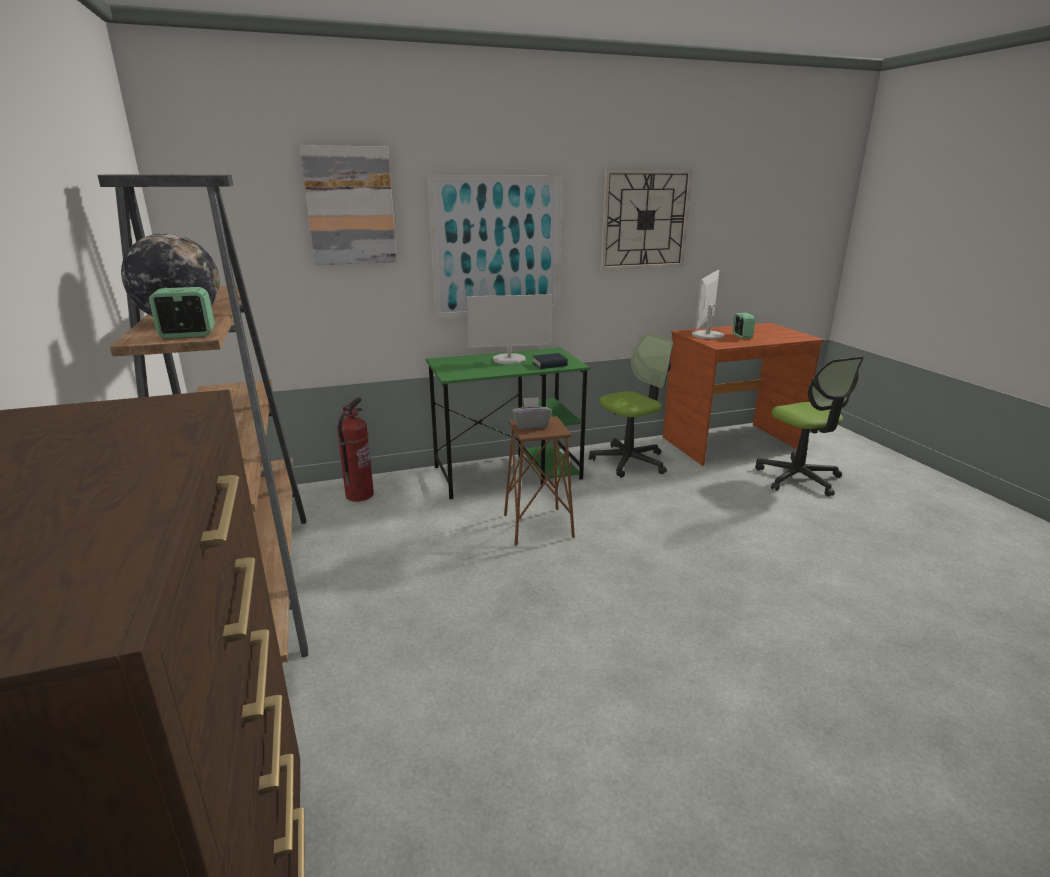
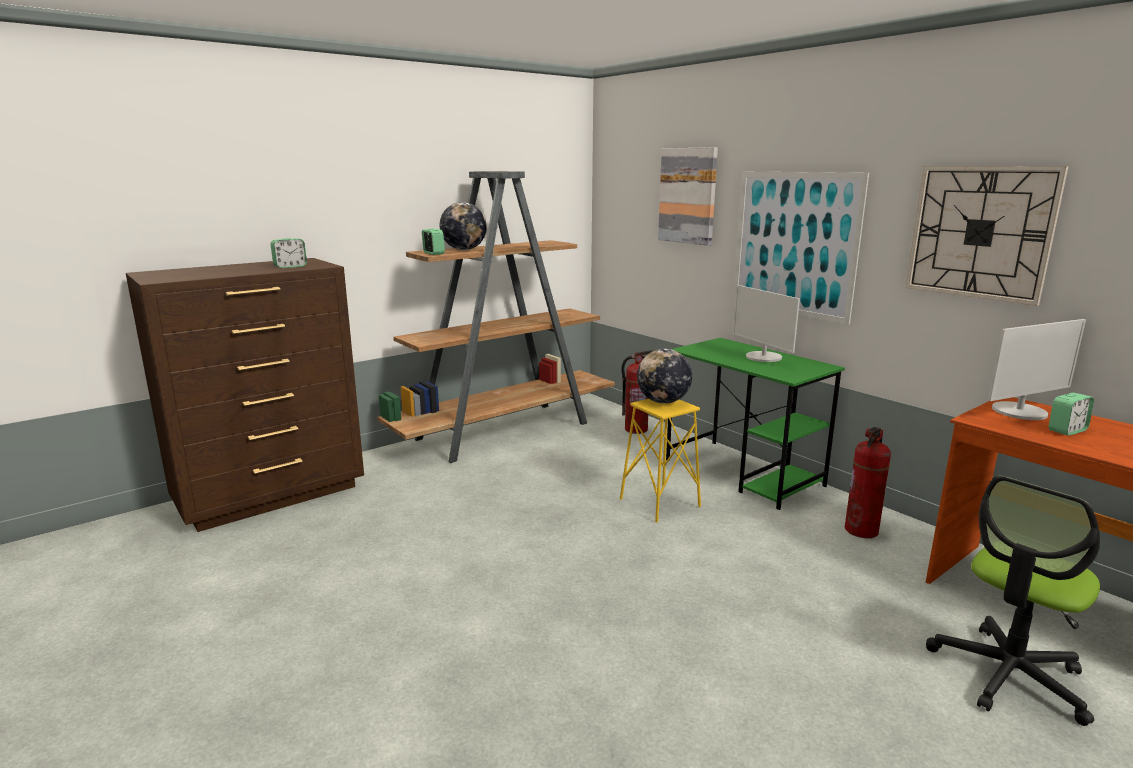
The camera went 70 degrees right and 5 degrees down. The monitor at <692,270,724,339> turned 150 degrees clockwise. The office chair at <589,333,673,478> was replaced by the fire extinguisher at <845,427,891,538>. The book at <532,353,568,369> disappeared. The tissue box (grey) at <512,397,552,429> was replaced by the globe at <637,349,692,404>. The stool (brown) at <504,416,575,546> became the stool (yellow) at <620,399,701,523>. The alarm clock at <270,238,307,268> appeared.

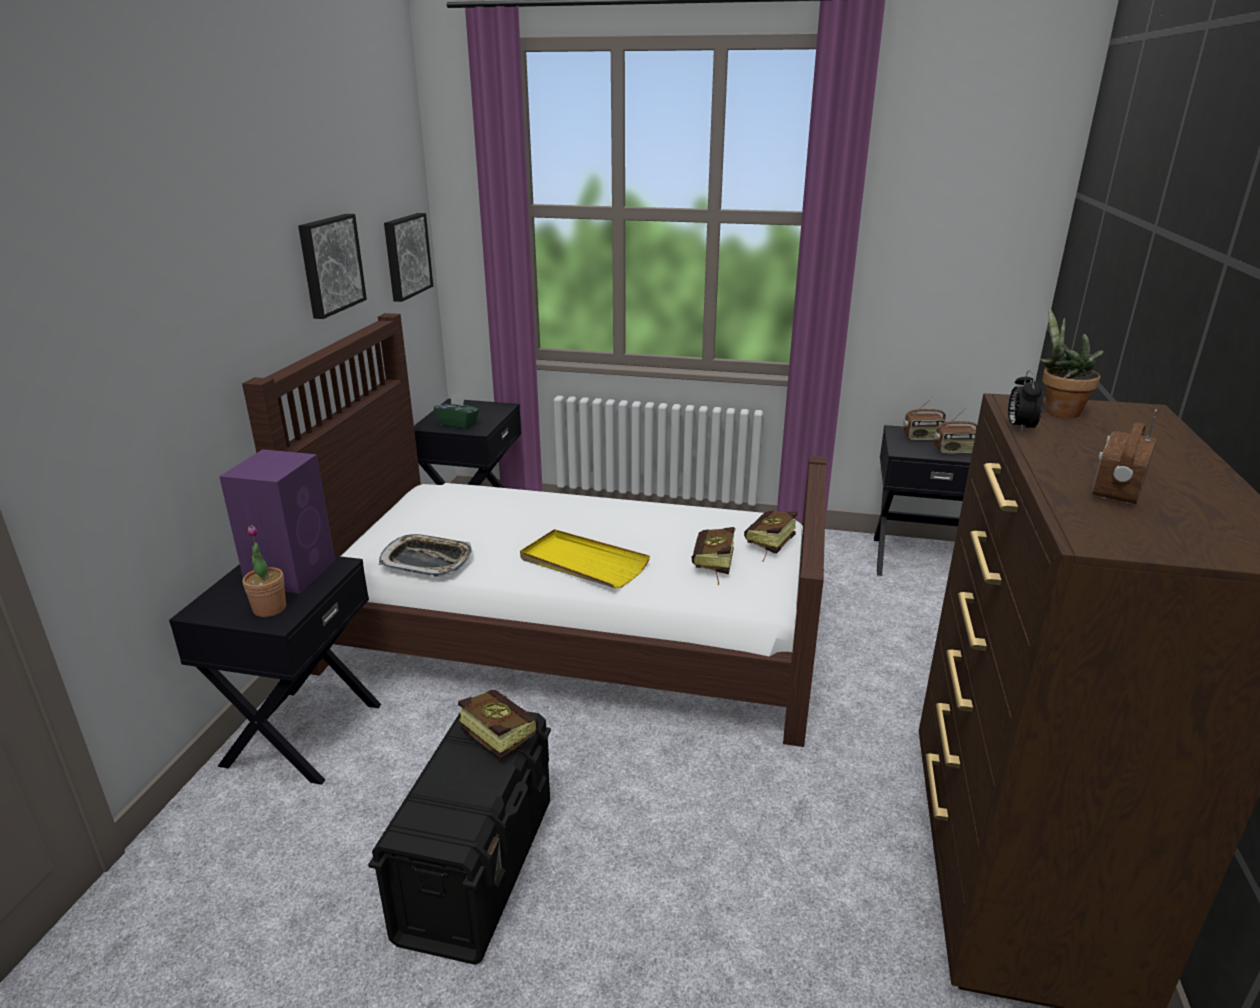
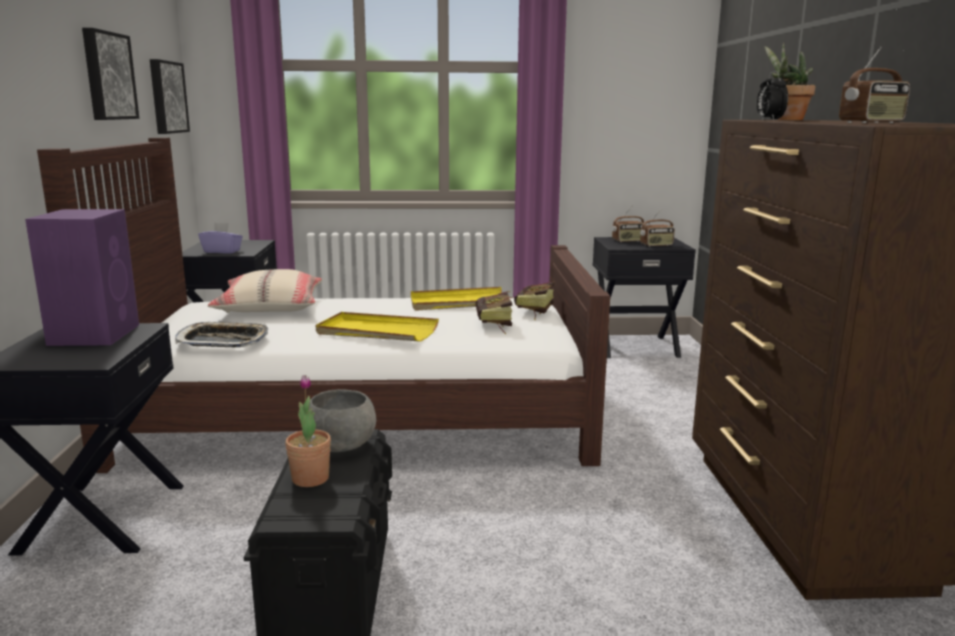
The camera went 15 degrees left and 10 degrees down. The tissue box (green) at <434,394,479,429> became the tissue box (purple) at <198,223,243,254>. The radio at <1092,410,1157,504> turned 135 degrees counterclockwise. The potted plant moved from <242,525,286,617> to <285,375,331,487>. The book at <458,690,538,761> was replaced by the bowl (grey) at <309,389,377,452>. The pillow (beige) at <208,269,322,313> appeared. The tray (yellow) at <411,287,503,311> appeared.

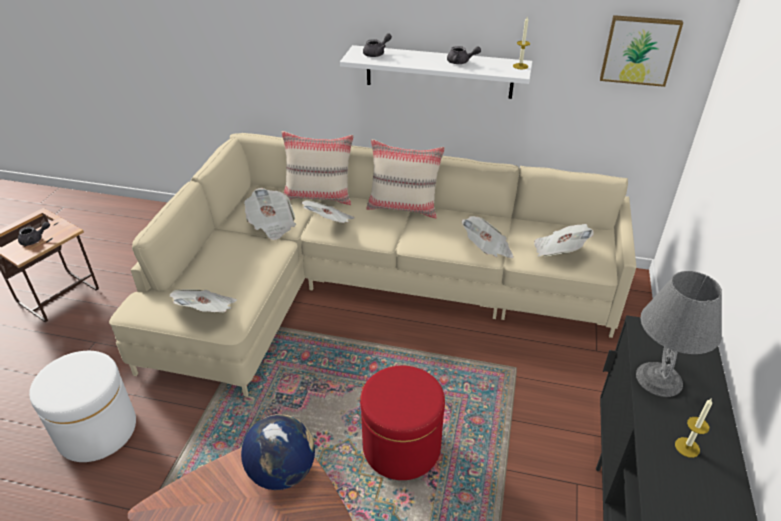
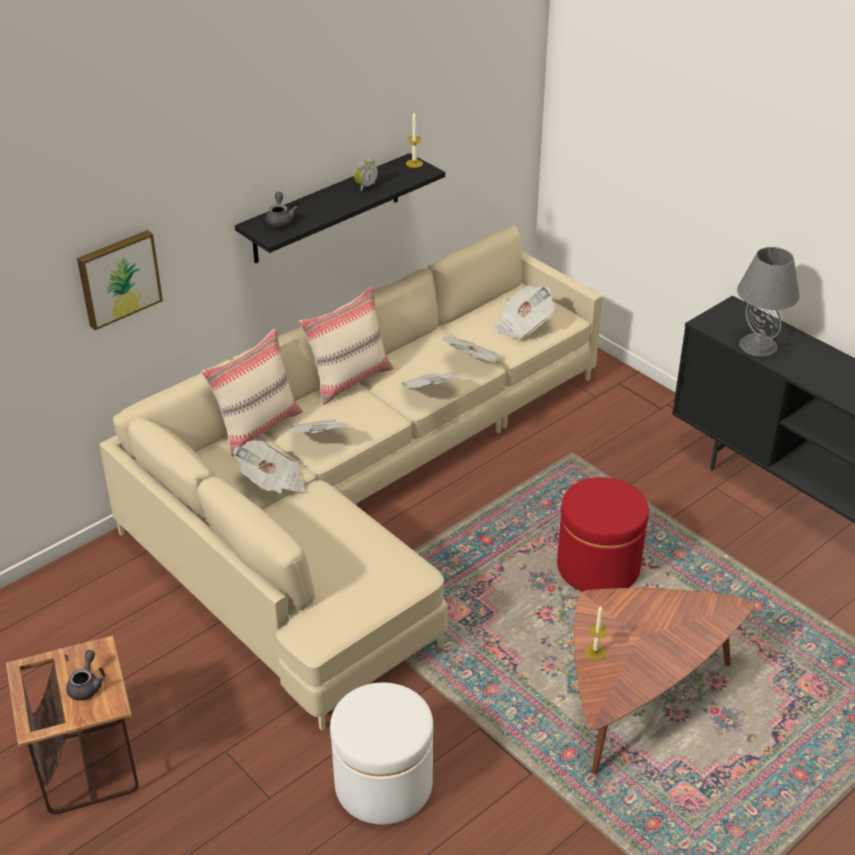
The camera went 55 degrees left and 0 degrees up. The picture moved from <600,15,683,87> to <77,230,163,330>. The shelf (white) at <340,45,533,99> became the shelf (black) at <235,153,445,263>. The teapot (grey) at <447,46,481,64> was replaced by the alarm clock at <354,156,378,192>. The newspaper moved from <169,289,237,312> to <401,372,460,388>. The candle moved from <675,398,712,458> to <585,606,607,661>. The globe at <241,414,315,490> disappeared.

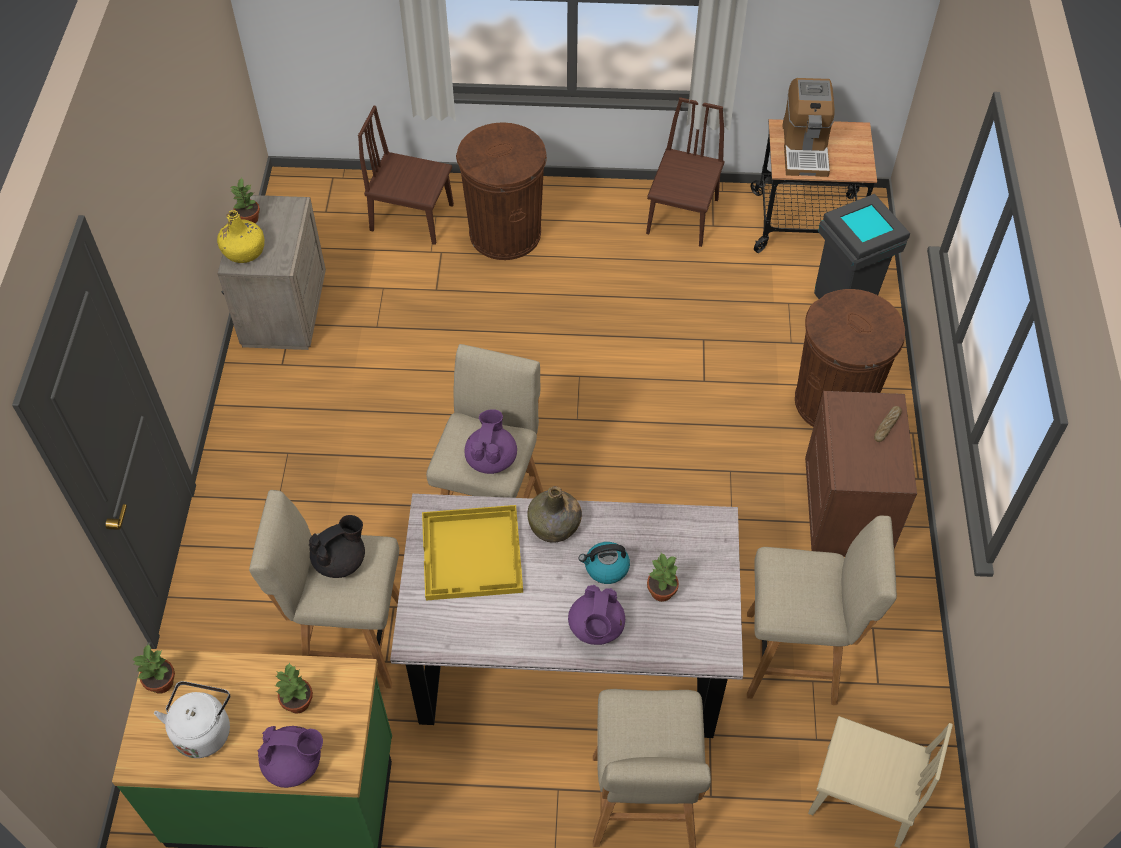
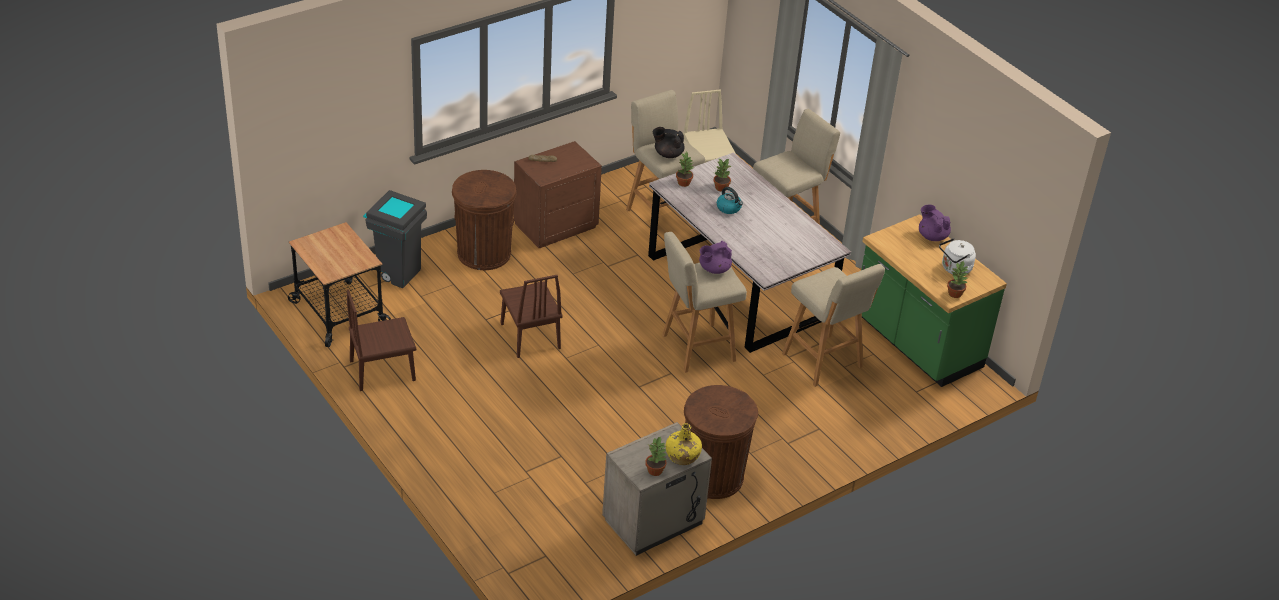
The camera went 130 degrees left and 15 degrees down. The coffee machine at <783,78,835,177> disappeared. The chair (brown) moved from <358,106,454,245> to <500,275,563,358>. The trash can (brown) moved from <456,123,547,260> to <684,385,758,499>. The bottle (green) at <527,486,582,543> disappeared. The tray (yellow) at <422,505,523,601> disappeared. The teapot (black) moved from <309,515,365,578> to <653,127,685,158>. The teapot (purple) at <568,585,625,645> disappeared. The potted plant moved from <275,662,313,713> to <676,152,694,187>.

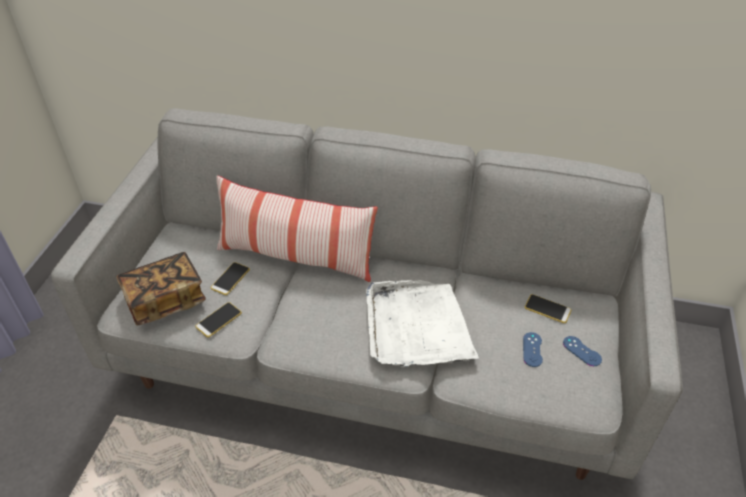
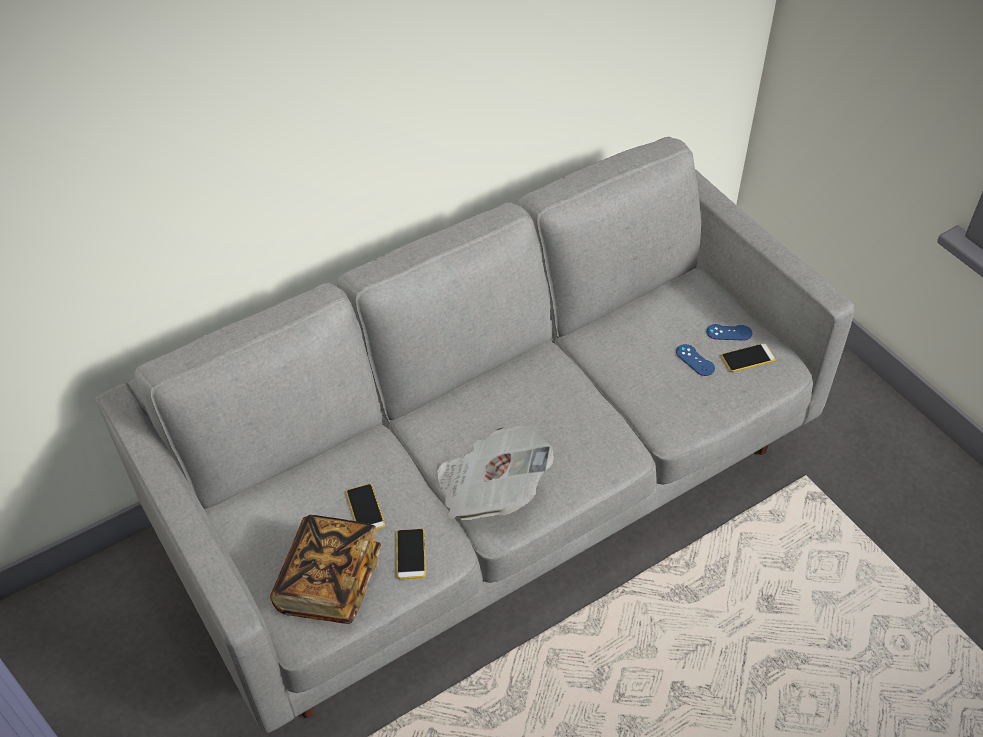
The camera went 45 degrees left and 5 degrees up. The pillow at <216,175,378,282> disappeared. The tray (white) at <366,280,479,367> disappeared. The phone moved from <524,294,572,323> to <721,343,776,372>. The newspaper at <437,425,554,520> appeared.

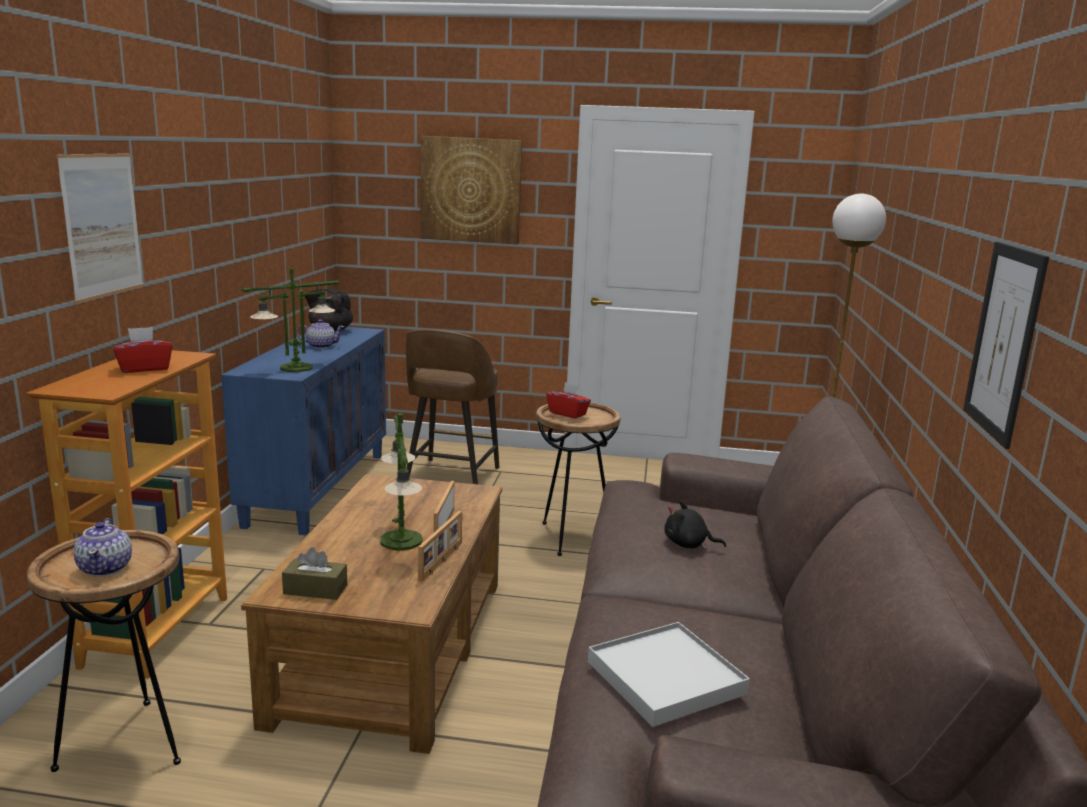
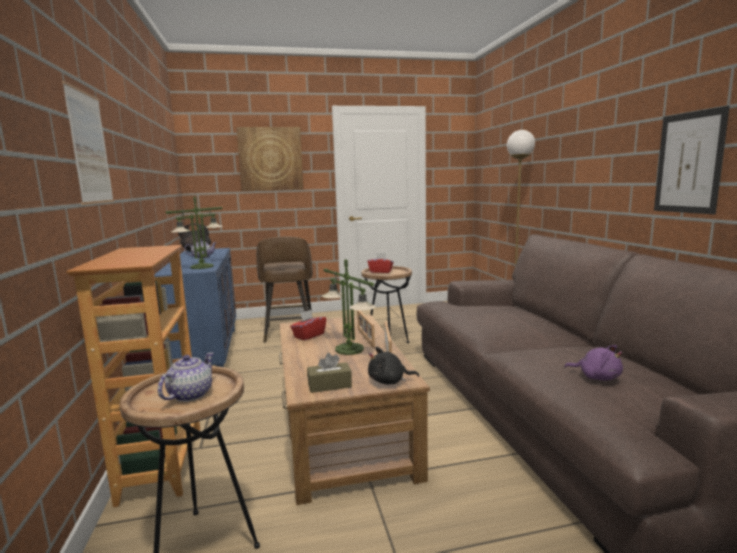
The camera went 20 degrees left and 5 degrees down. The tissue box (red) moved from <113,327,172,373> to <290,310,326,340>. The plush toy (black) moved from <664,501,726,549> to <368,347,419,385>. The teapot at <74,518,132,577> turned 120 degrees counterclockwise. The tray (white) at <588,622,750,727> was replaced by the plush toy (purple) at <564,345,623,381>.

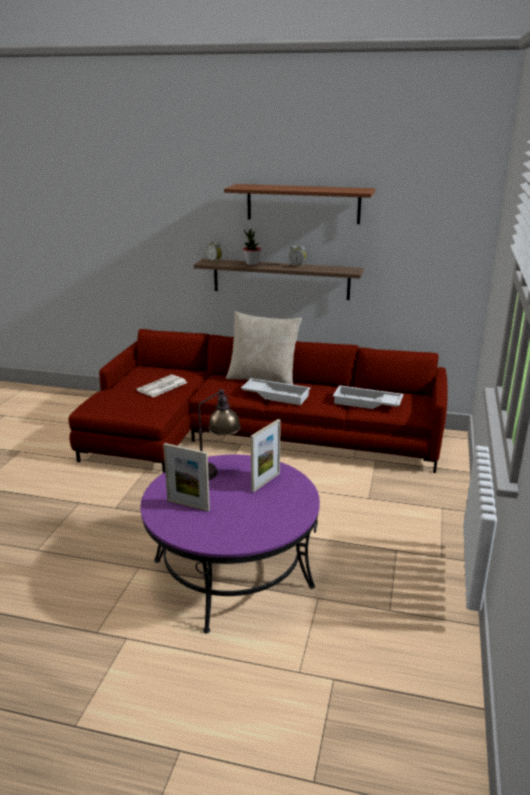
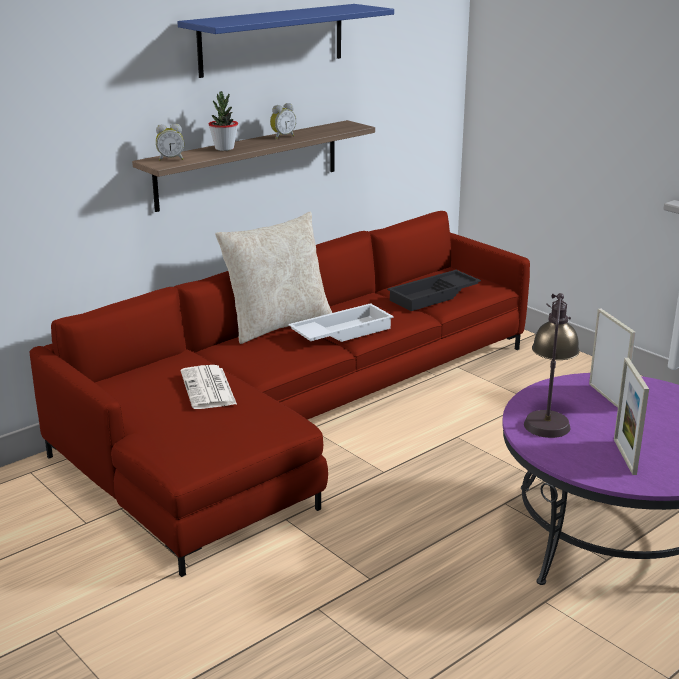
The camera went 55 degrees left and 0 degrees up. The shelf (brown) at <224,184,375,224> became the shelf (blue) at <178,4,394,78>. The tray (white) at <333,385,404,409> became the tray (black) at <387,270,481,311>. The picture frame at <163,443,210,512> turned 120 degrees clockwise.

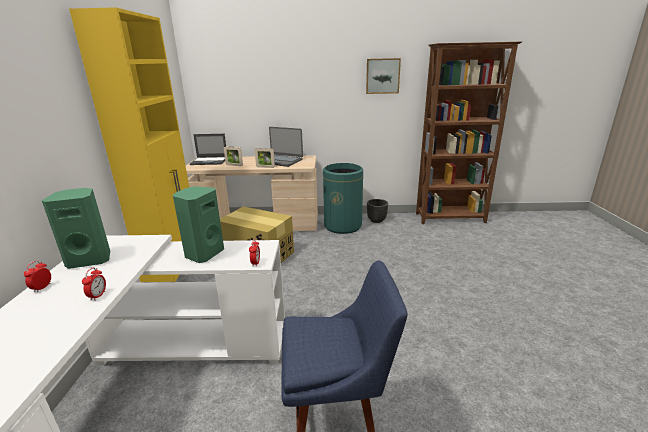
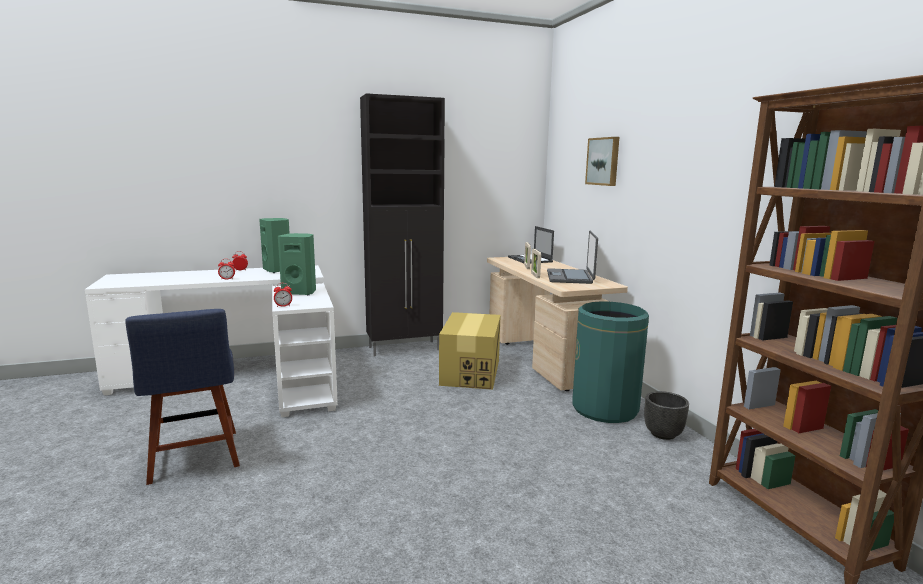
The camera went 70 degrees right and 10 degrees down. The cabinet (yellow) at <69,7,189,282> became the cabinet (black) at <360,93,445,356>. The picture moved from <366,58,401,94> to <585,137,619,186>.

